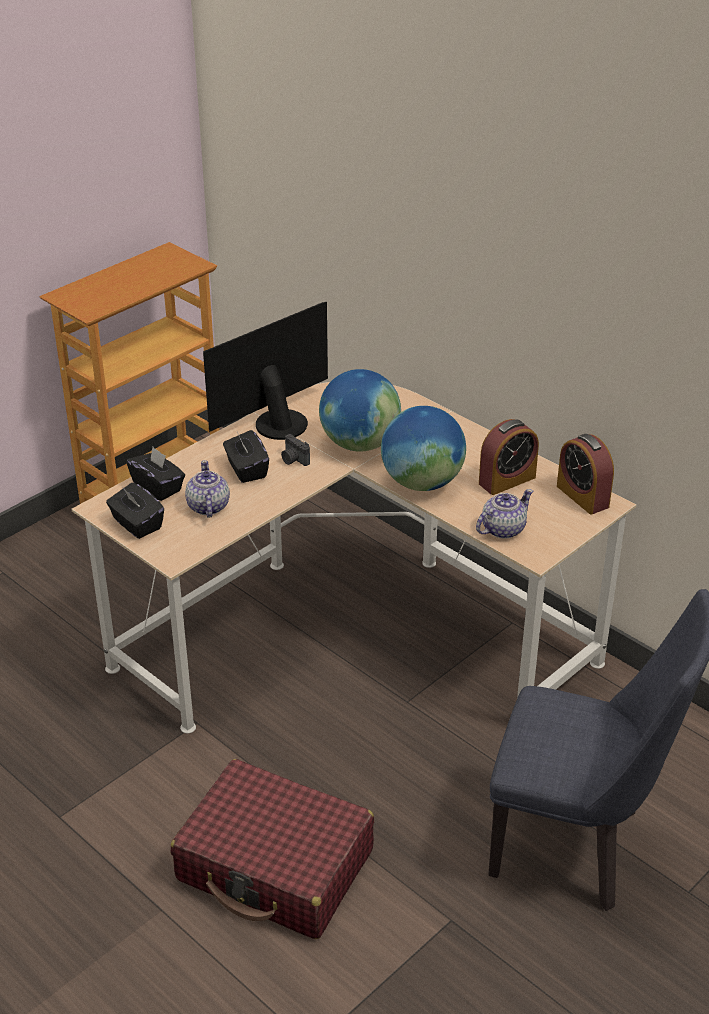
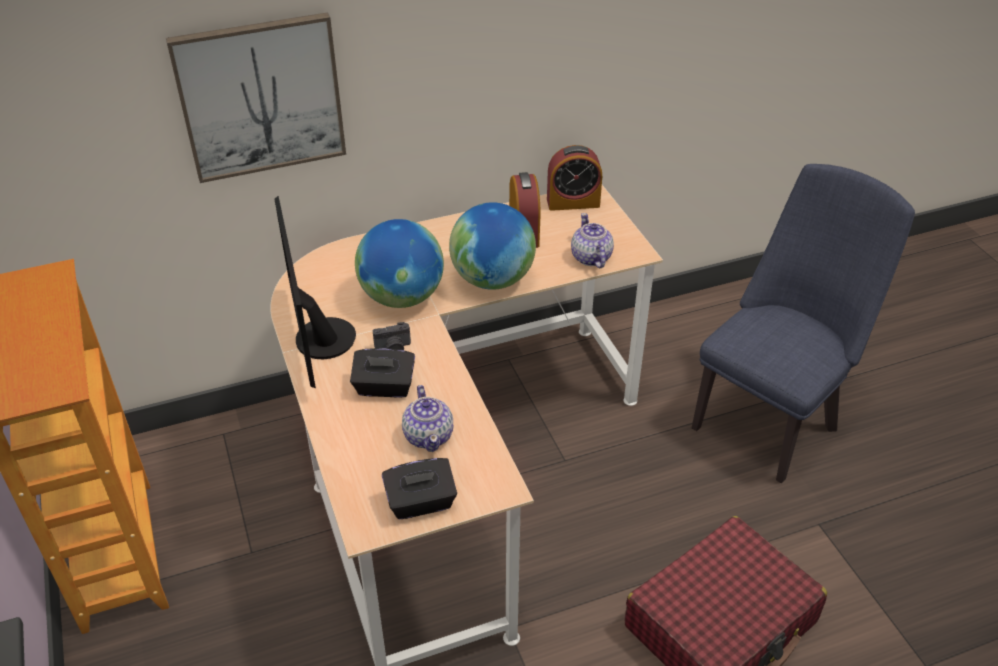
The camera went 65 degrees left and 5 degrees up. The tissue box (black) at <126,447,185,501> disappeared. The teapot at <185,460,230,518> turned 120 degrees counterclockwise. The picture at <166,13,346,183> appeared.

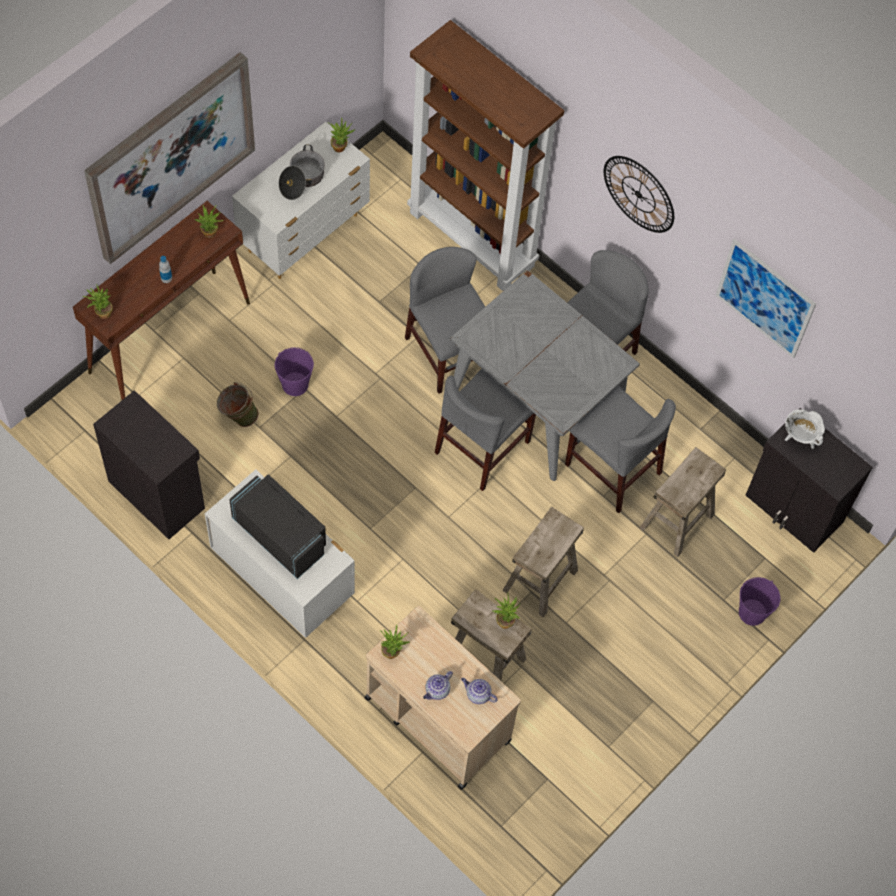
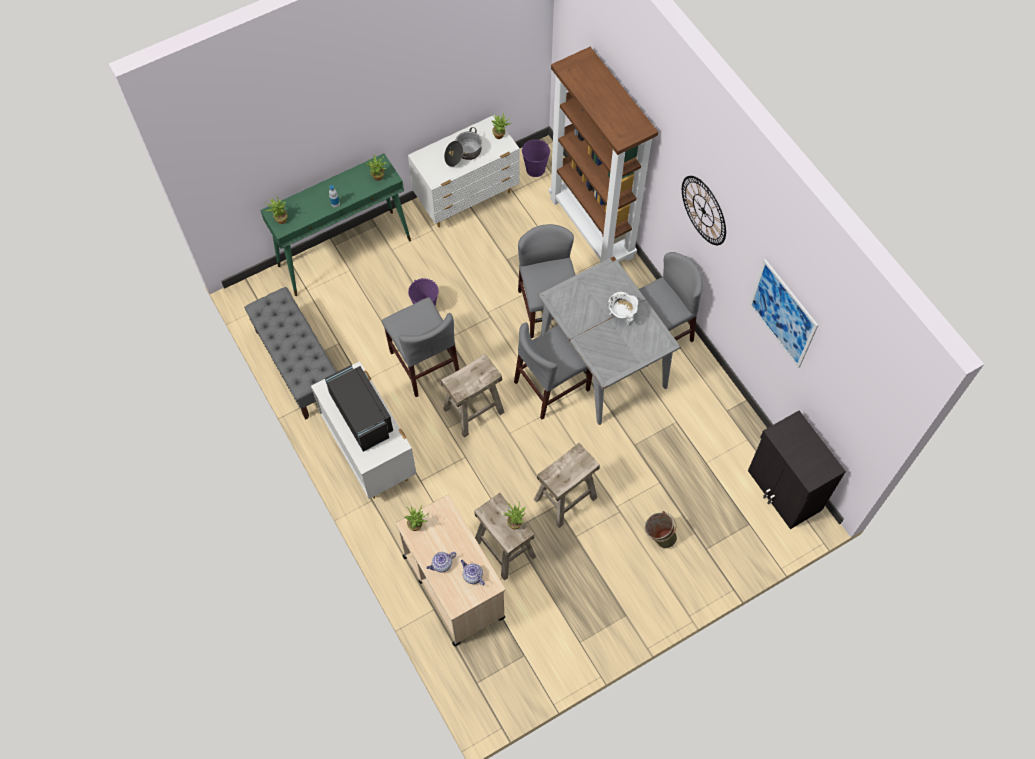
The camera went 20 degrees right and 0 degrees up. The picture at <84,52,255,264> disappeared. The console table (brown) at <73,201,250,400> became the console table (green) at <260,153,411,296>. The bucket (green) moved from <217,382,259,427> to <645,511,677,548>. The chair (grey) moved from <565,386,676,513> to <382,297,459,397>. The cabinet (black) at <93,390,205,539> was replaced by the bench (grey) at <244,287,336,420>. The cooking pot (white) moved from <785,409,825,449> to <608,292,638,325>. The stool (beige) moved from <639,447,726,557> to <441,354,505,437>. The bucket (purple) moved from <739,577,780,626> to <522,139,550,177>.

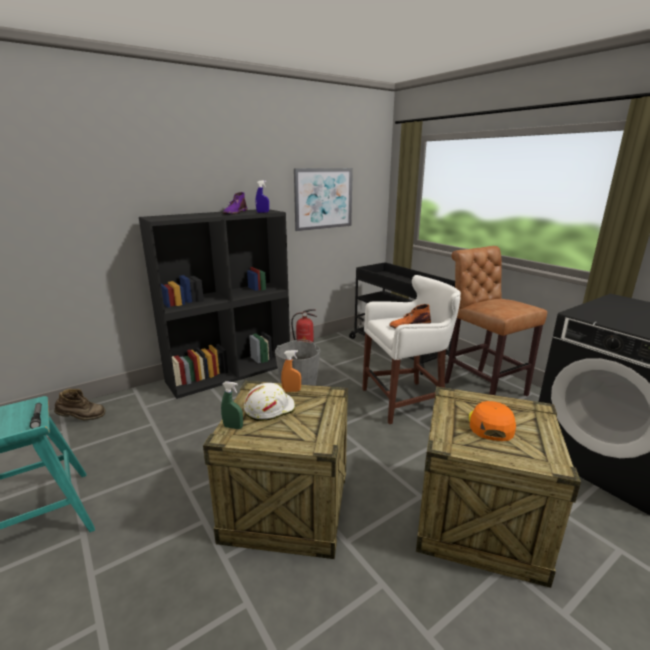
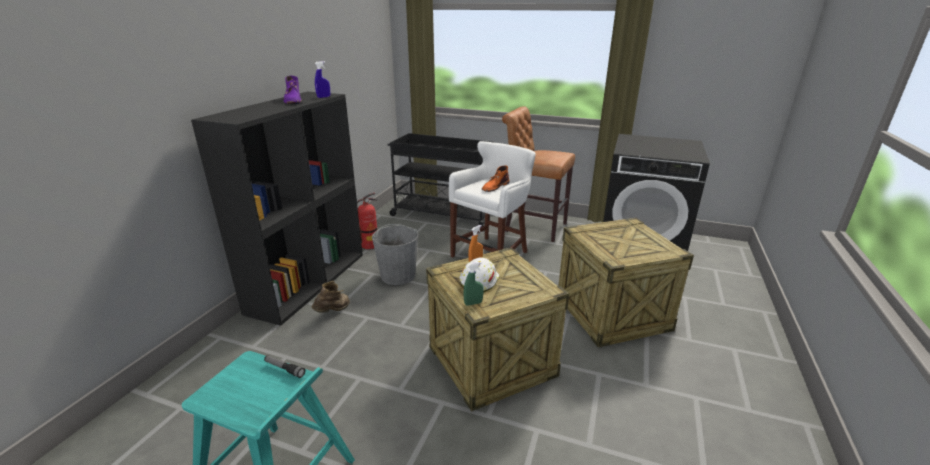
The camera went 35 degrees left and 5 degrees up. The picture at <294,168,353,231> disappeared. The boot (brown) moved from <54,389,106,420> to <312,281,350,313>. The cap (orange) at <469,401,516,441> disappeared.

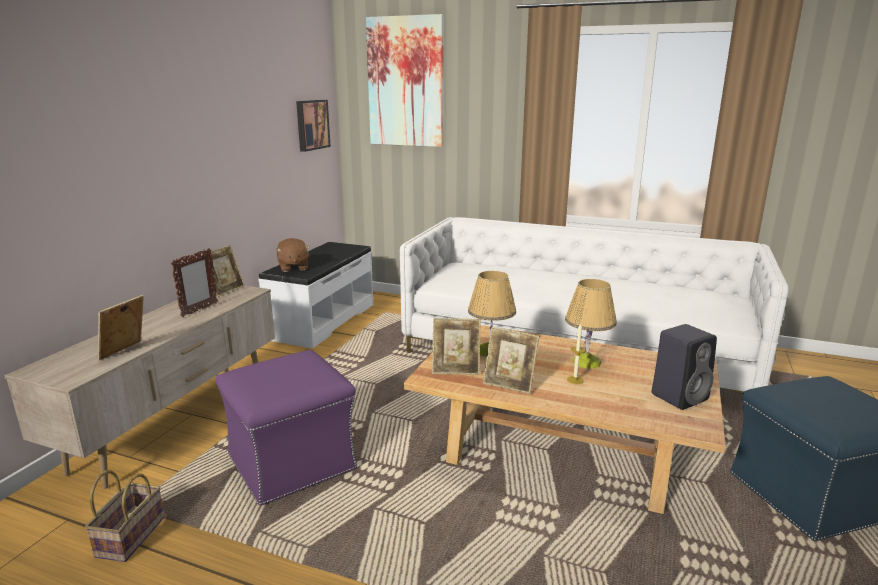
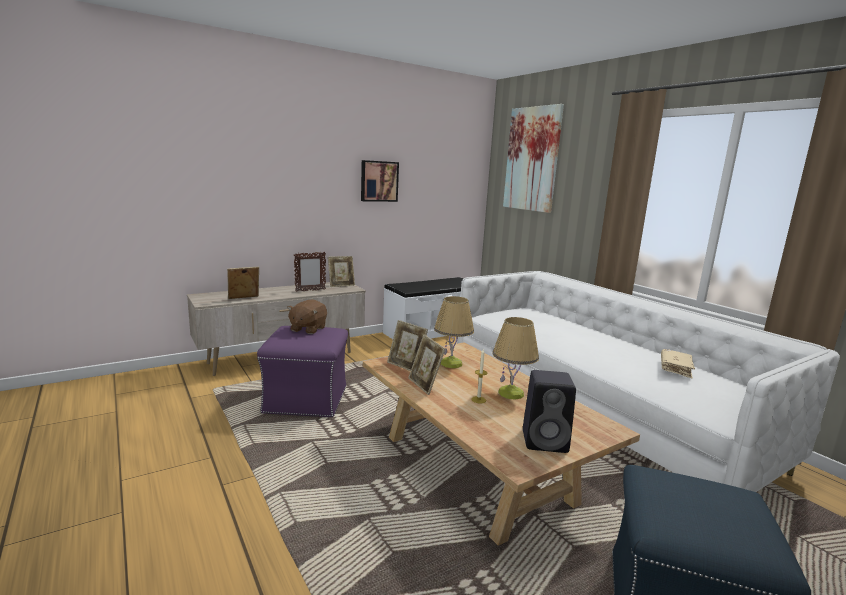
The camera went 35 degrees right and 5 degrees down. The picture moved from <296,100,331,152> to <361,160,399,202>. The plush toy (brown) moved from <276,238,310,272> to <287,299,327,334>. The basket at <85,470,165,562> disappeared. The book (beige) at <661,349,695,379> appeared.

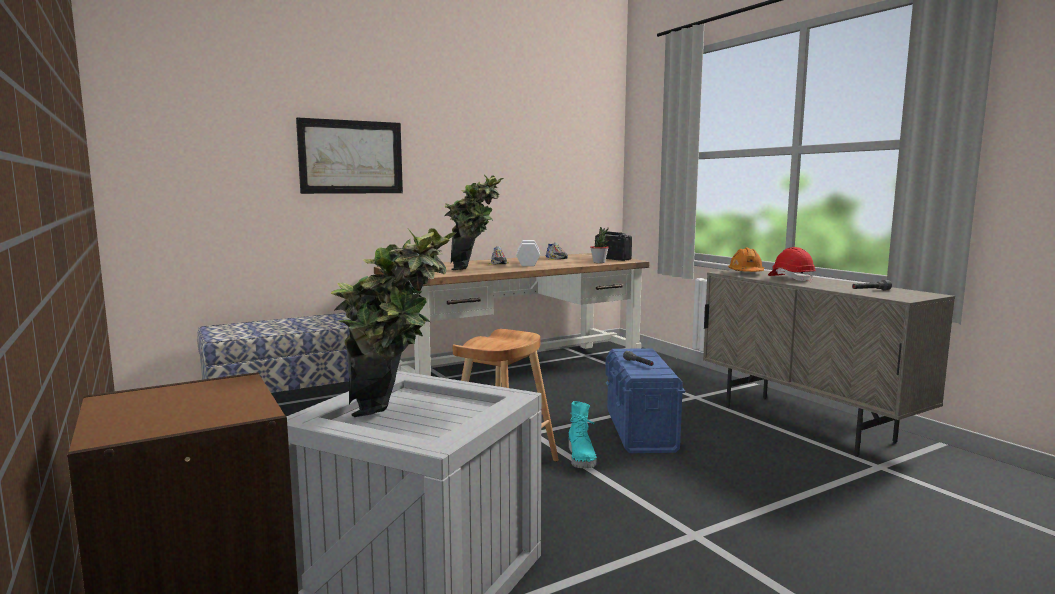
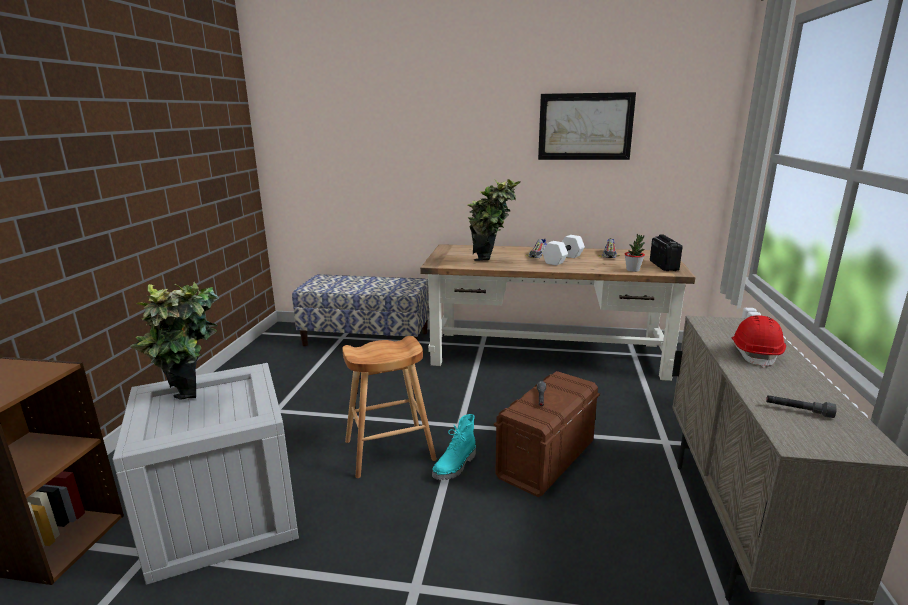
The camera went 40 degrees right and 10 degrees up. The picture moved from <296,118,403,194> to <538,92,636,160>. The hard hat (orange) at <728,248,764,272> disappeared. The storage box (blue) at <605,348,685,453> became the storage box (brown) at <493,371,600,497>.

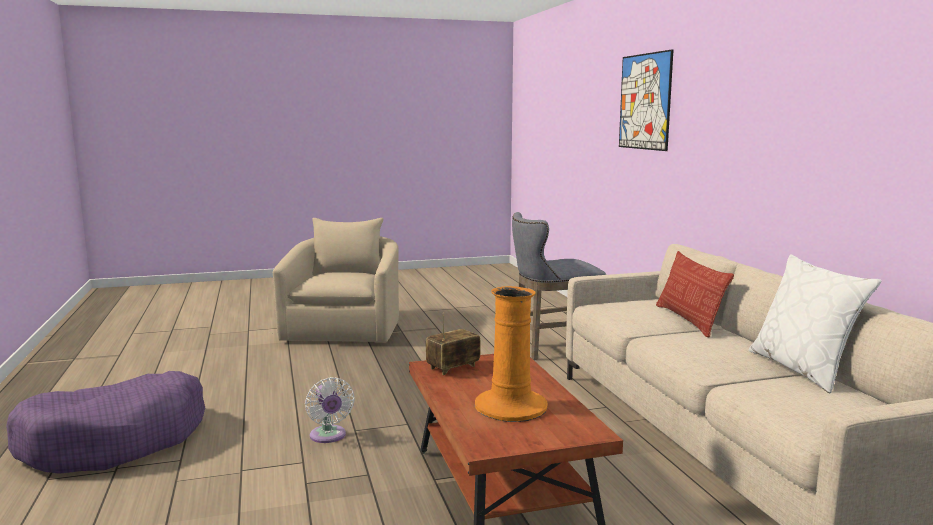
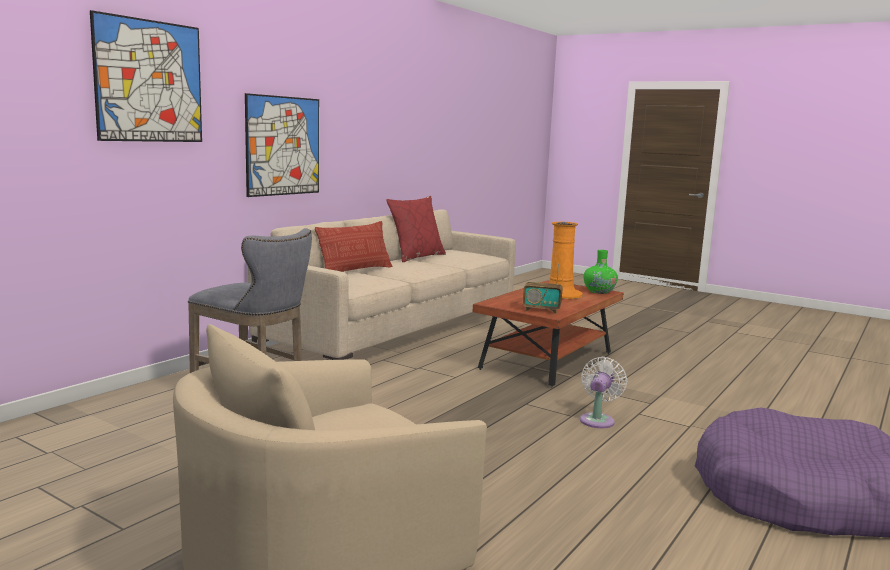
The camera went 130 degrees left and 0 degrees up. The pillow (white) at <748,254,881,393> became the pillow (red) at <386,196,446,262>. The picture at <245,93,319,197> appeared. The vase (green) at <584,250,618,294> appeared.

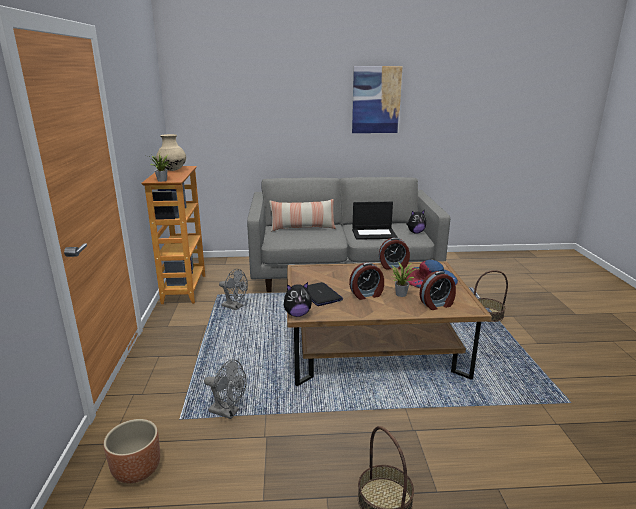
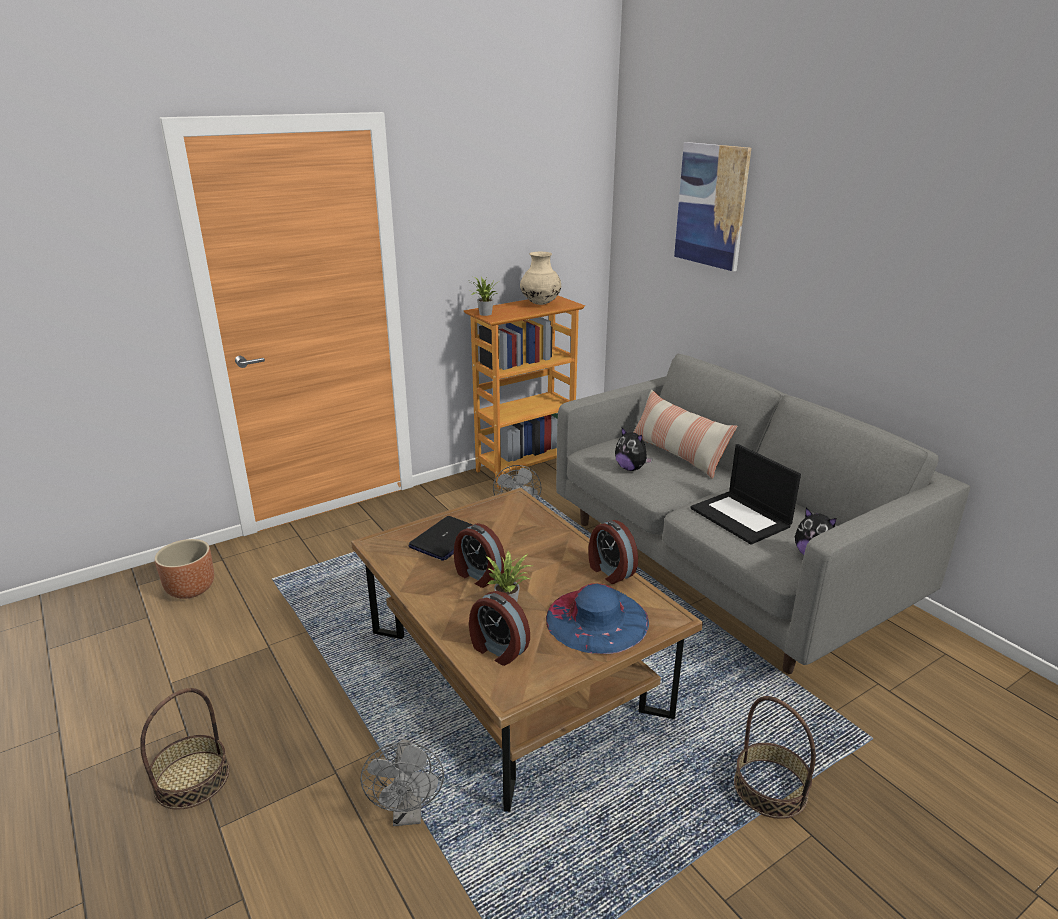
The camera went 60 degrees right and 5 degrees up. The picture moved from <352,66,403,133> to <674,142,751,272>. The plush toy moved from <284,282,312,317> to <615,428,653,471>. The fan (grey) moved from <204,359,247,419> to <360,739,444,826>.

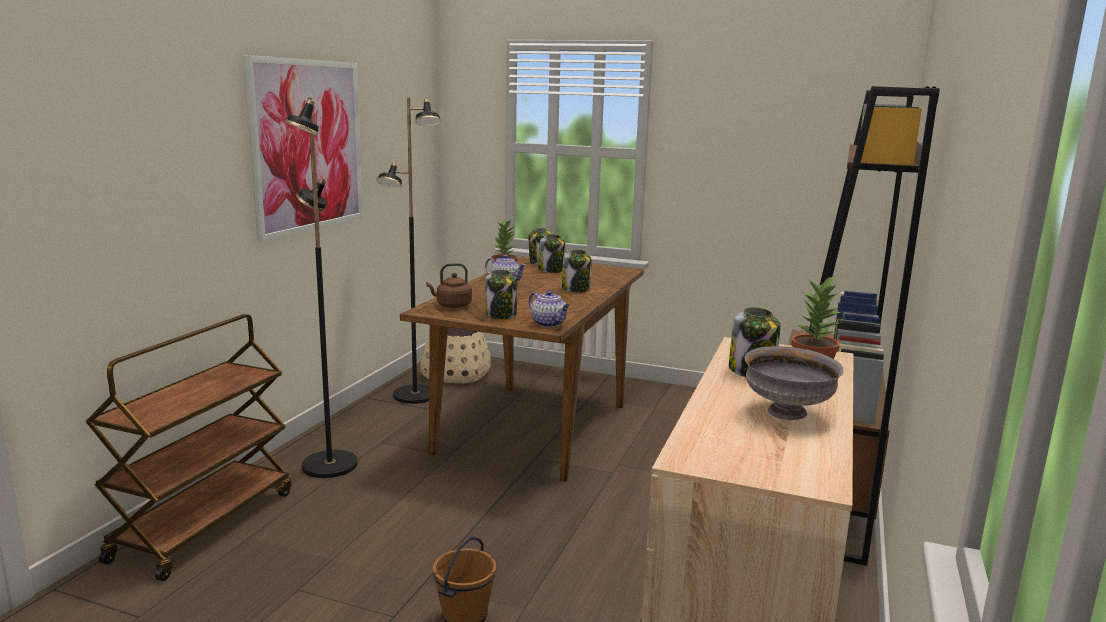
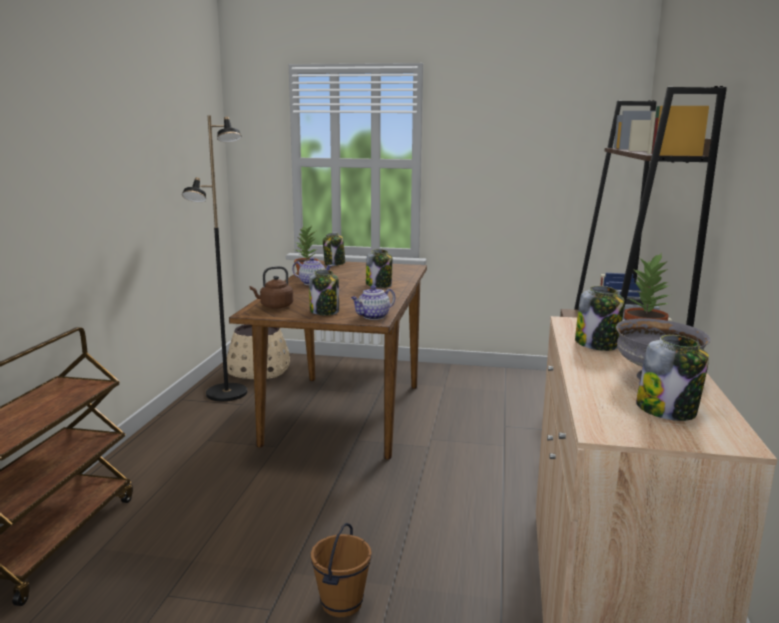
The camera went 10 degrees left and 0 degrees up. The picture at <244,55,363,242> disappeared. The floor lamp (black) at <285,97,358,478> disappeared. The jar moved from <538,234,565,273> to <636,335,709,421>. The teapot at <529,290,570,327> turned 105 degrees clockwise.

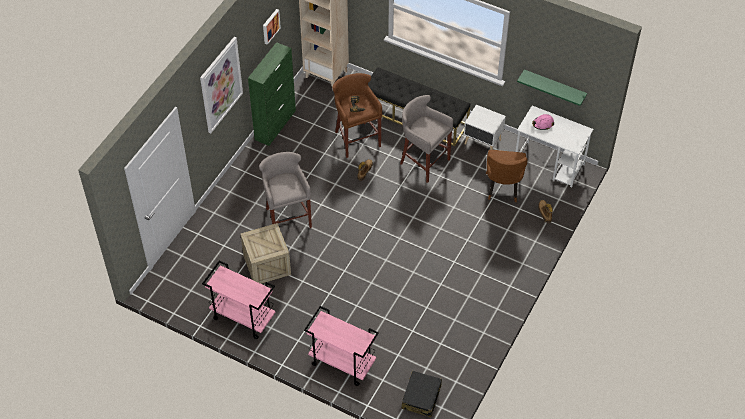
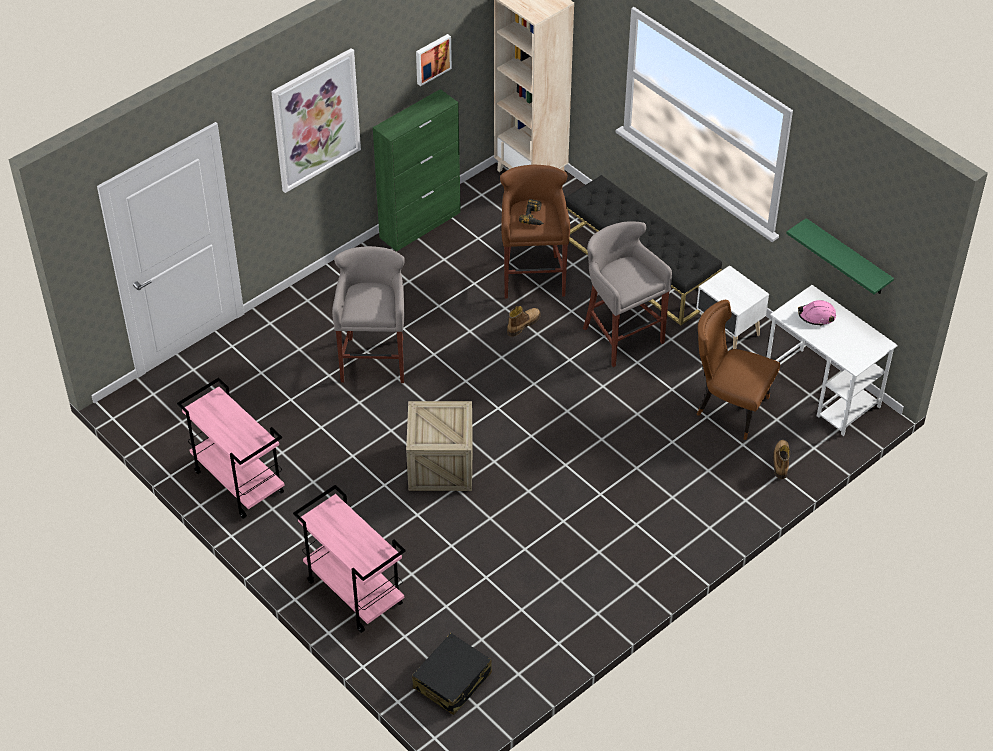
The camera went 20 degrees right and 5 degrees down. The chair (brown) at <486,150,527,202> turned 90 degrees clockwise. The crate moved from <241,223,291,284> to <406,401,473,491>.

